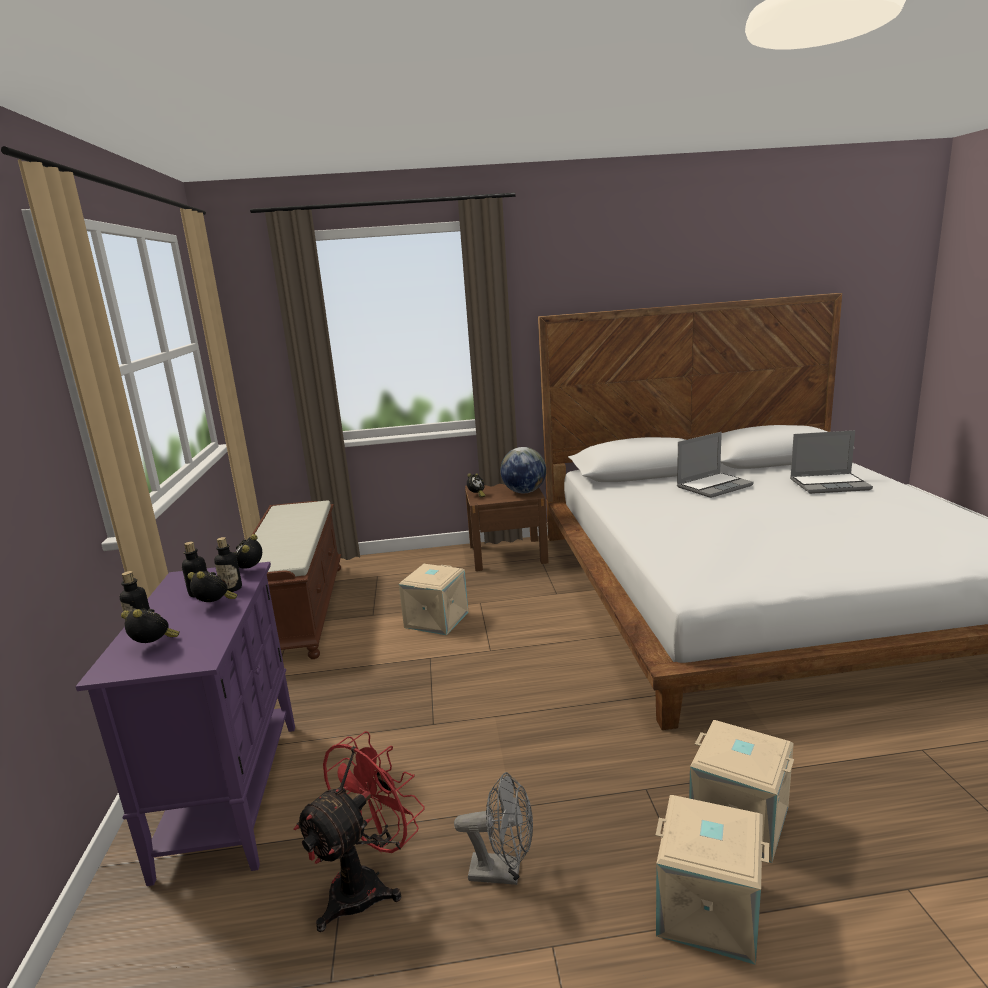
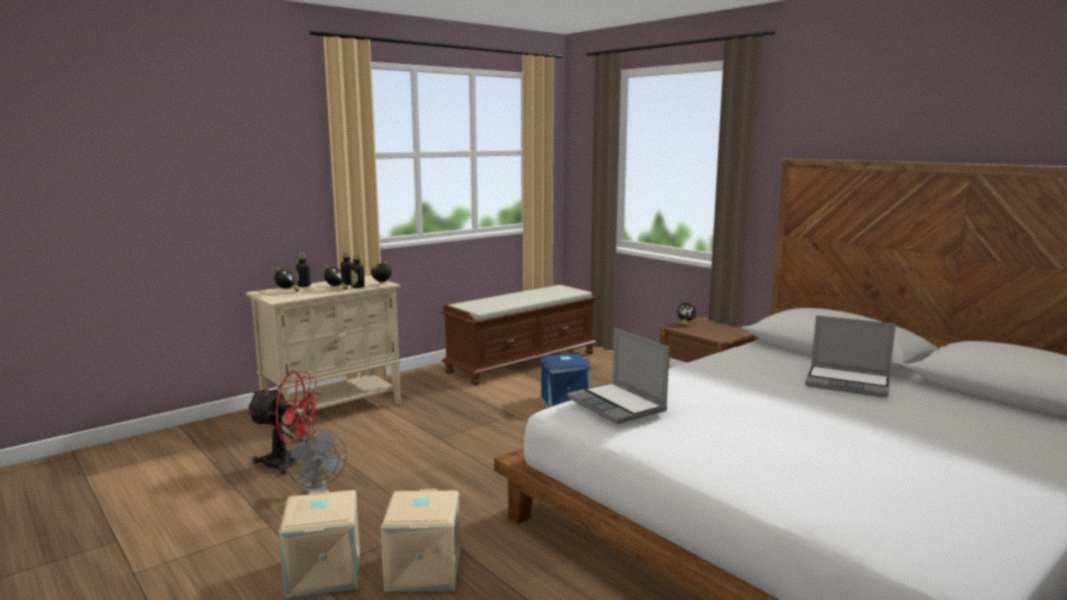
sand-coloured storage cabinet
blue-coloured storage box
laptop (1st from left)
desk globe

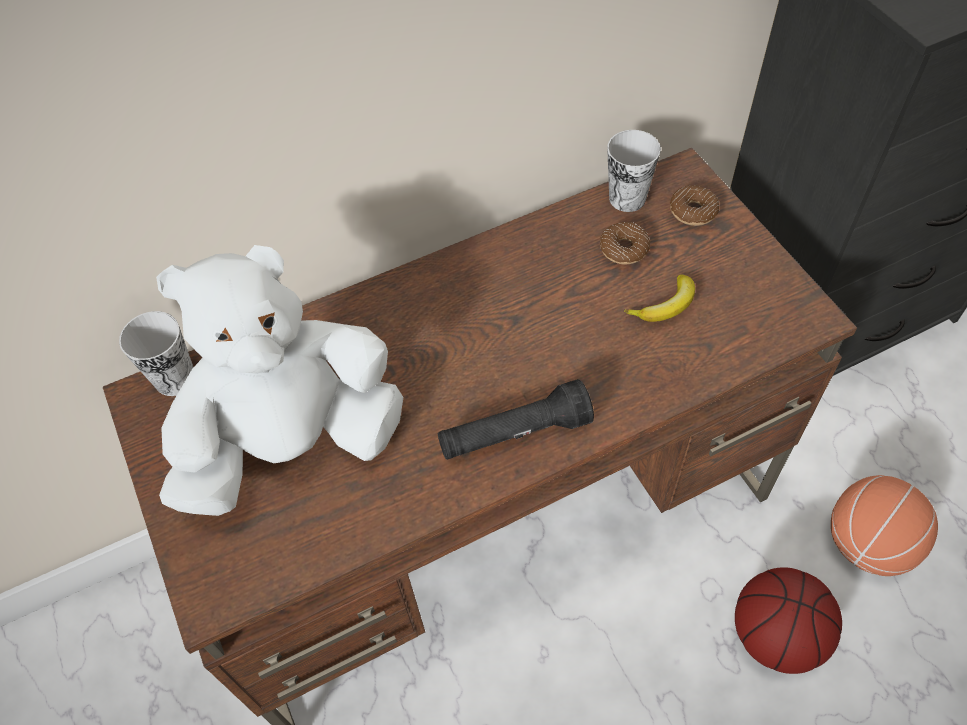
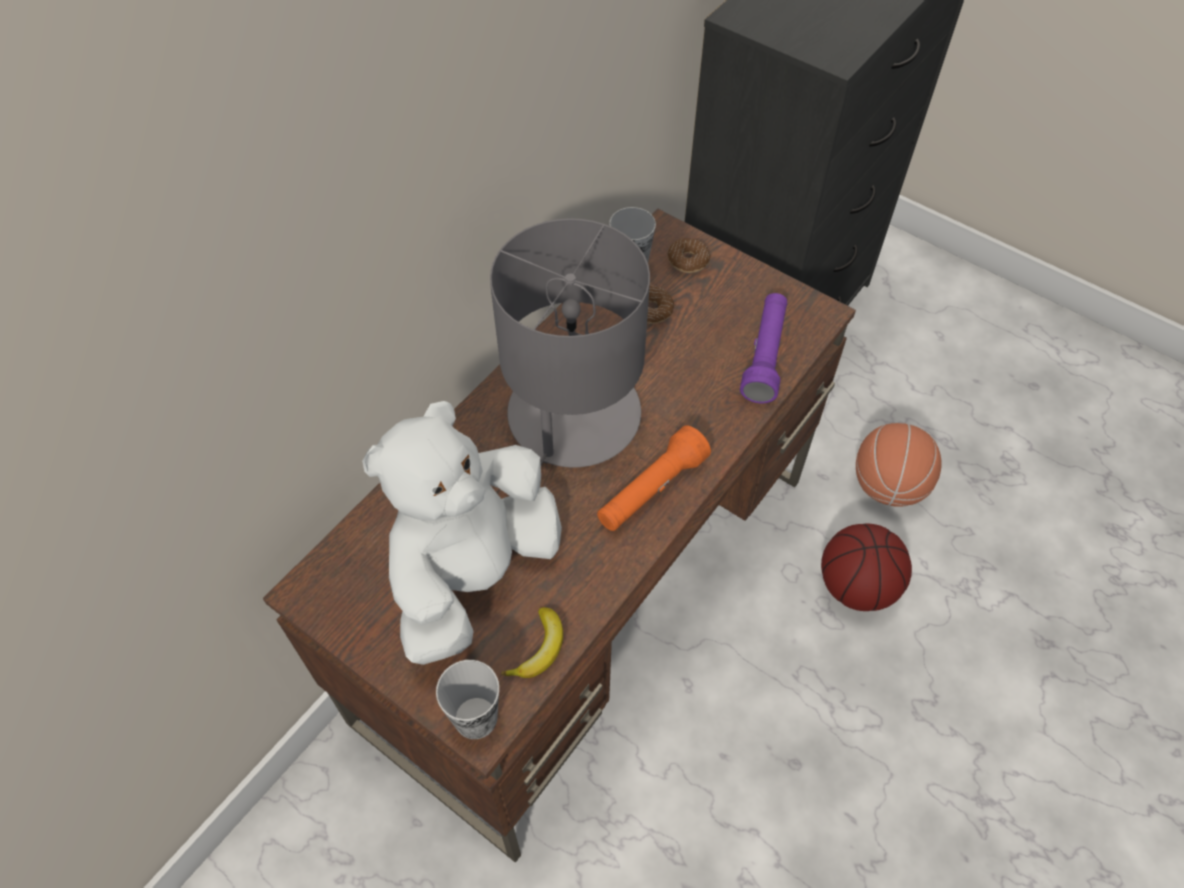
cup (1st from left)
grey lamp for a table
banana
orange flashlight
purple flashlight

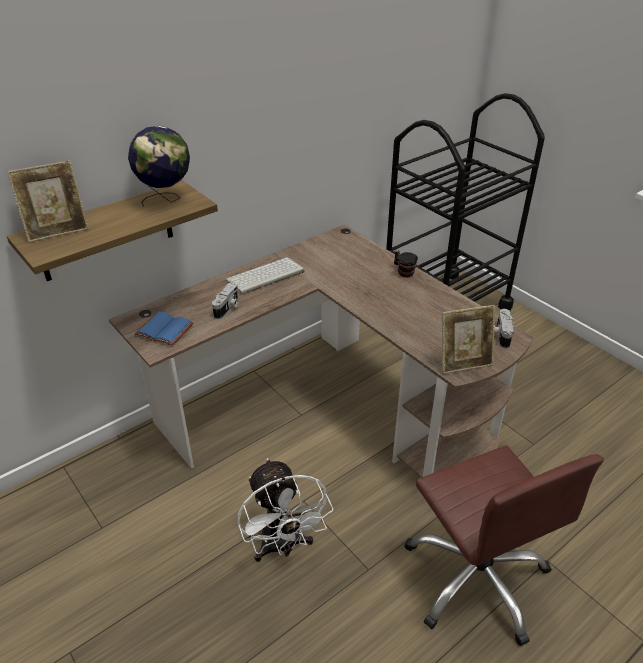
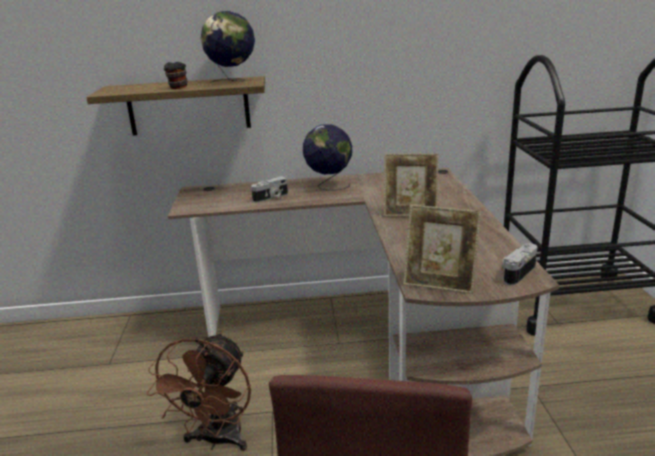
brown fan
mug
desk globe (2nd from left)
picture frame (1st from left)
blue-coloured book

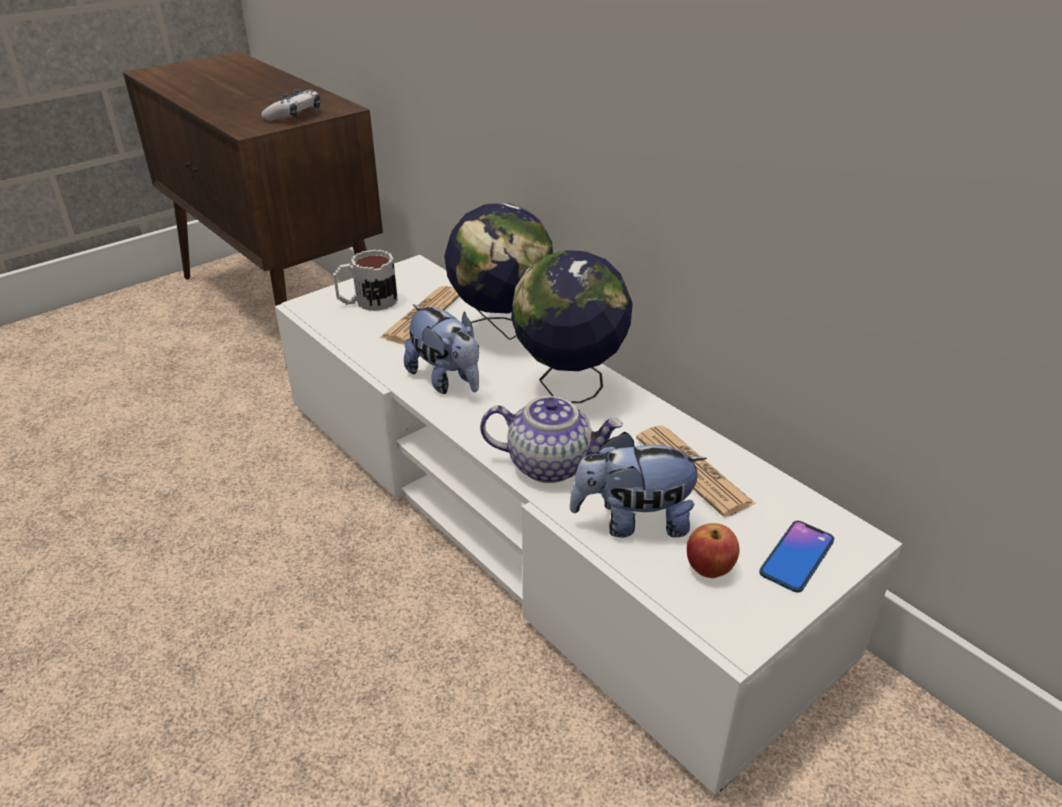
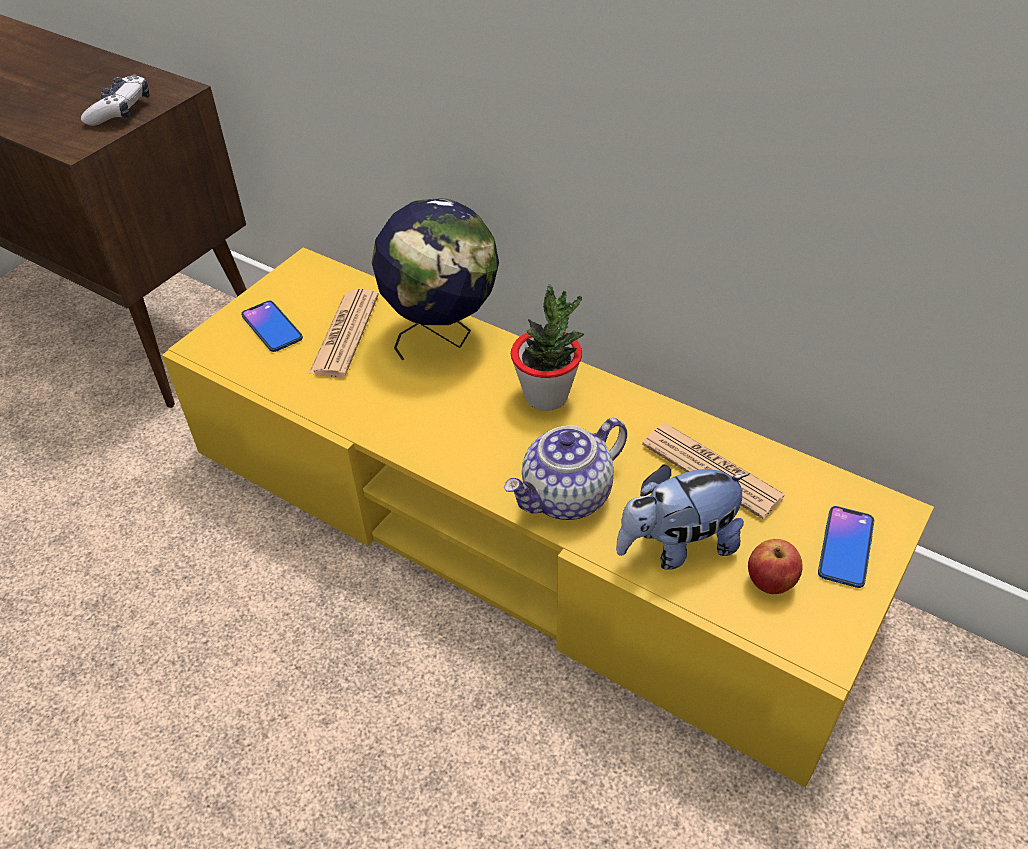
yellowish media console
phone (1st from left)
teapot
plant in a pot
plush toy (1st from left in the first image)

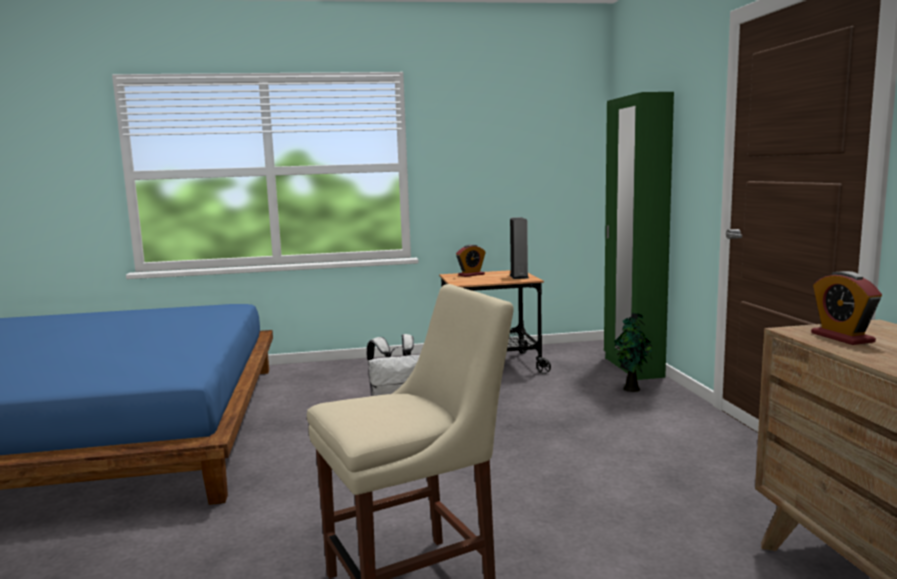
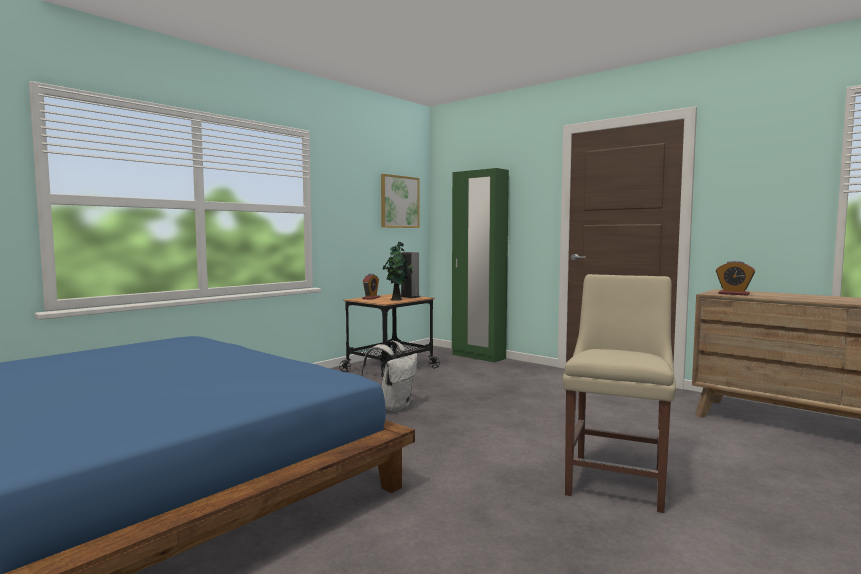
picture
plant in a pot

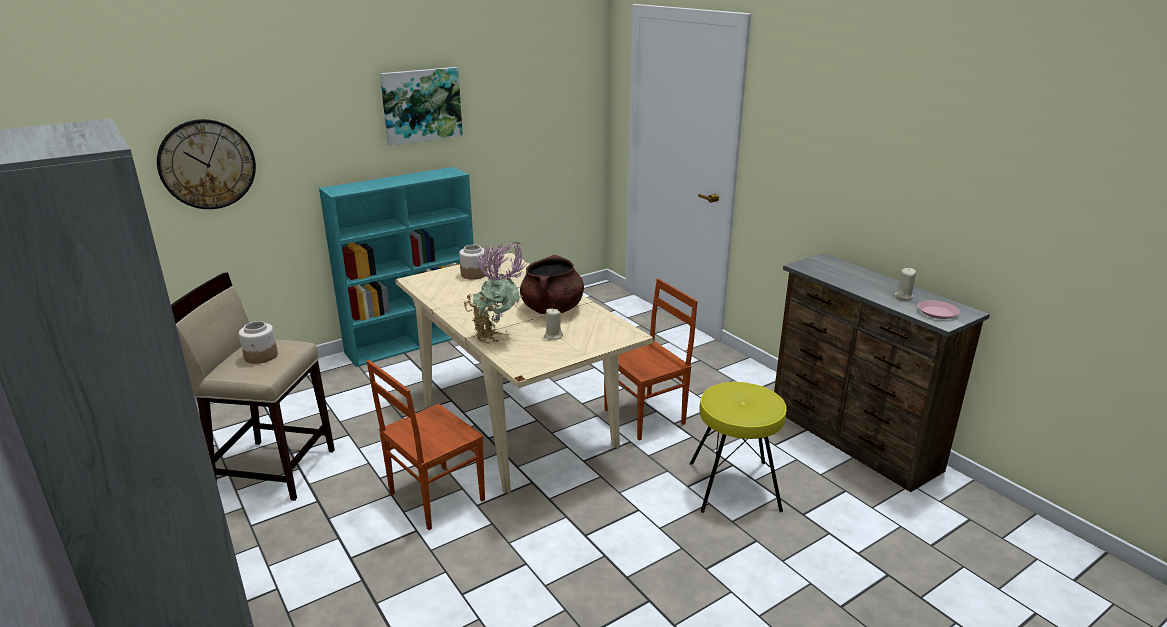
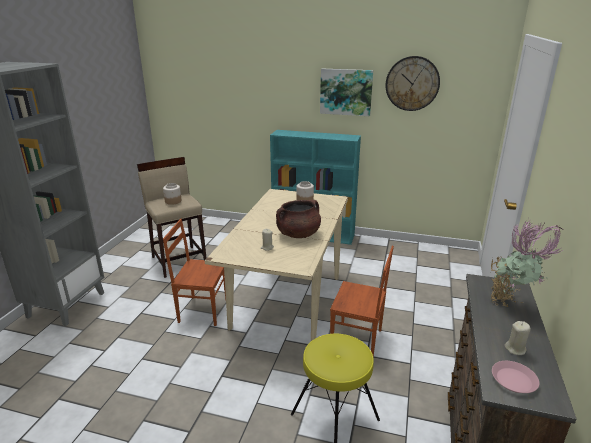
clock on the wall
plant in a pot

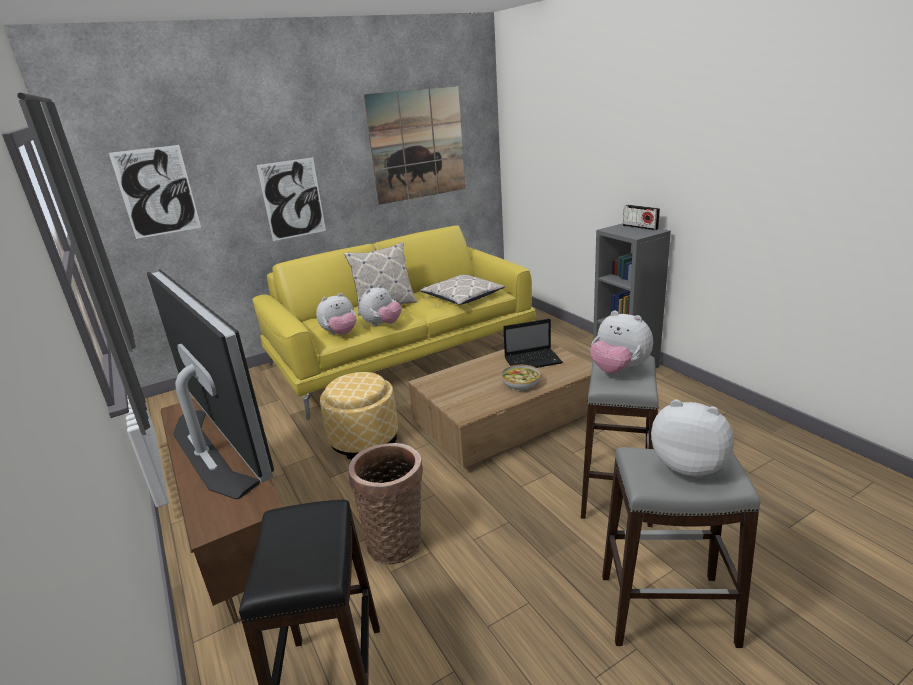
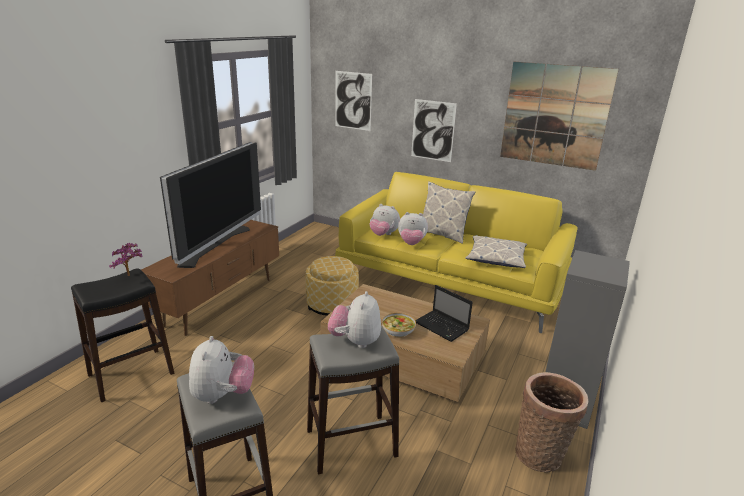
plant in a pot
household basket
radio

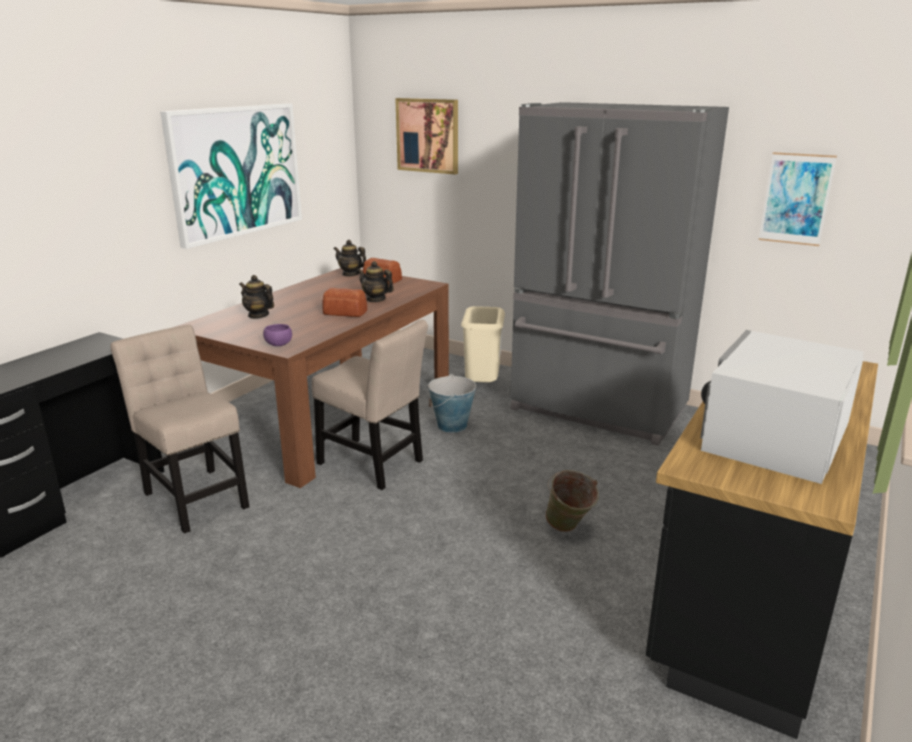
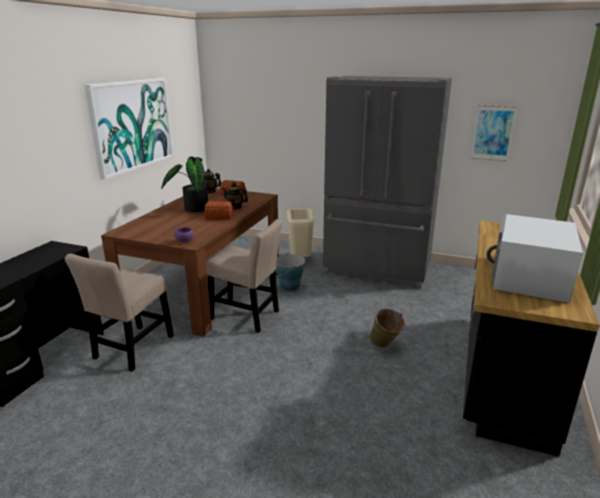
sand-coloured upright chair (1st from left)
plant in a pot
teapot (1st from left in the first image)
picture (2nd from left in the first image)

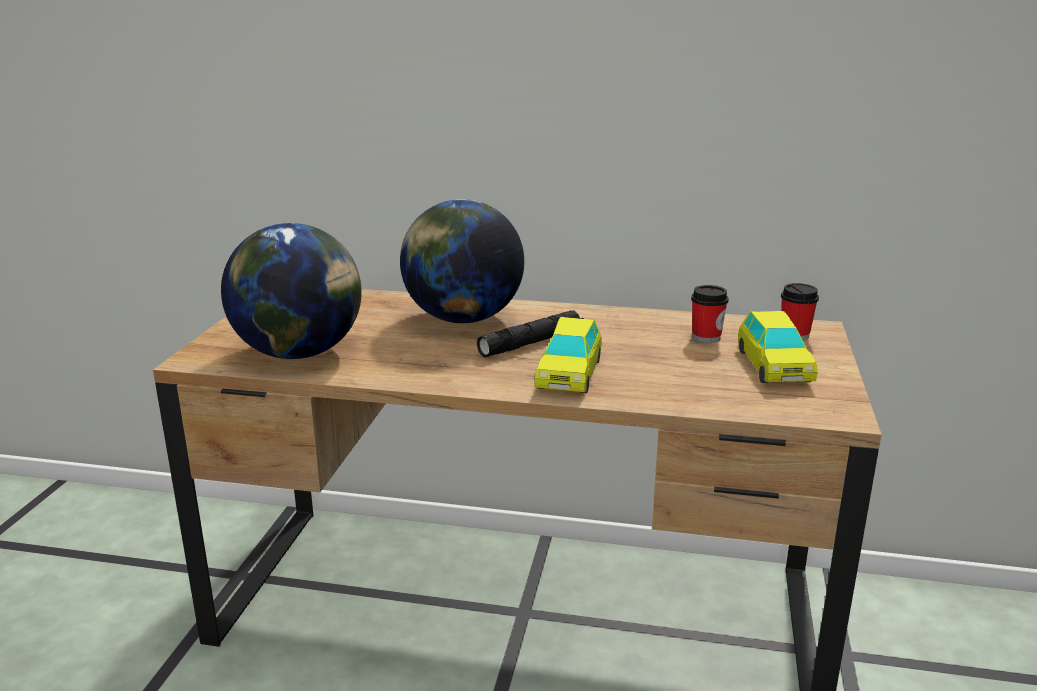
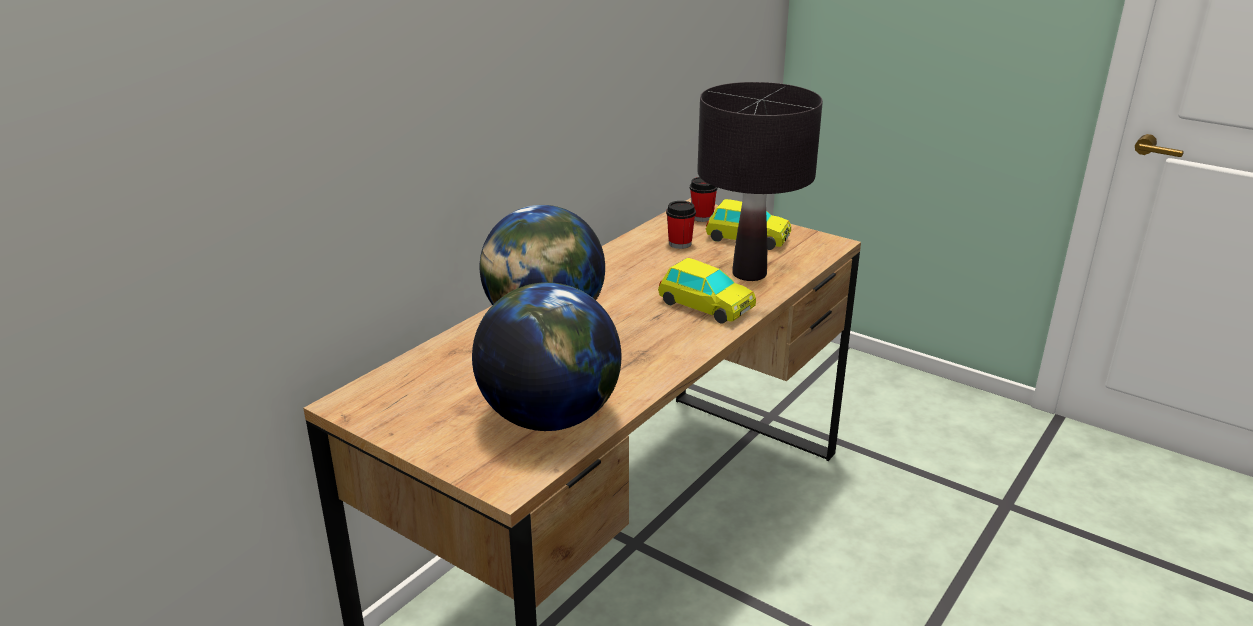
blackish lamp for a table
blackish flashlight

